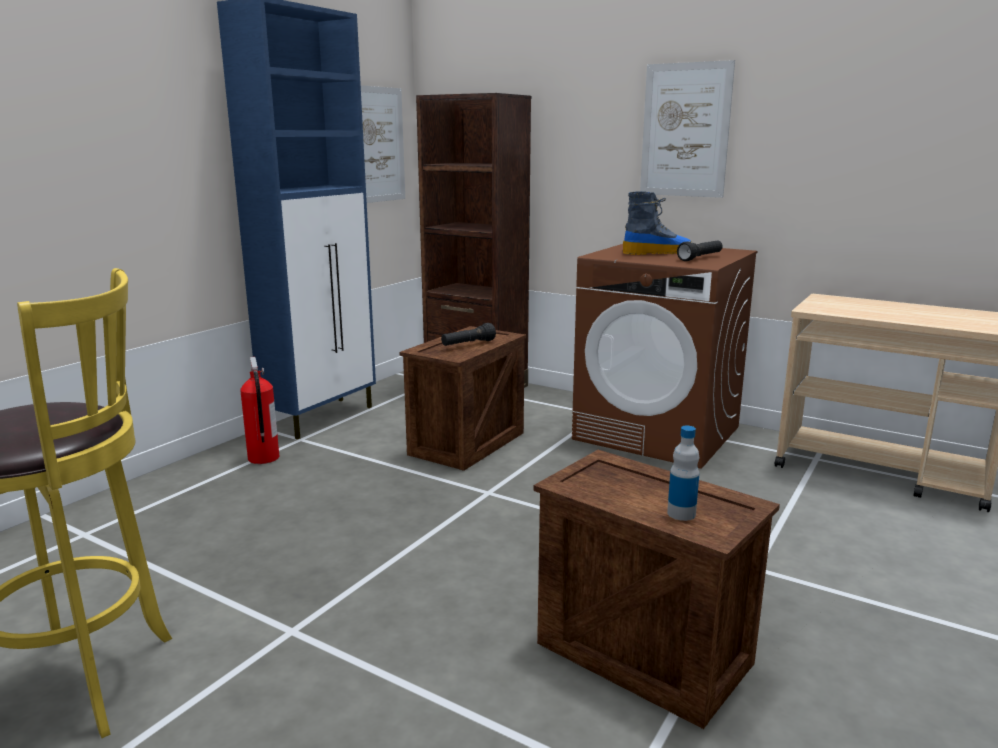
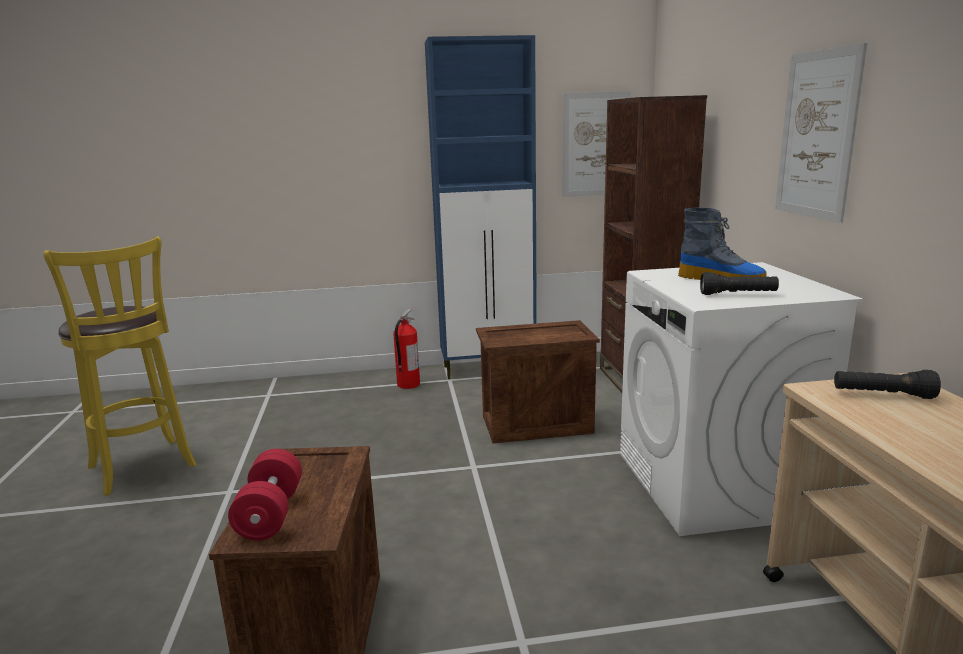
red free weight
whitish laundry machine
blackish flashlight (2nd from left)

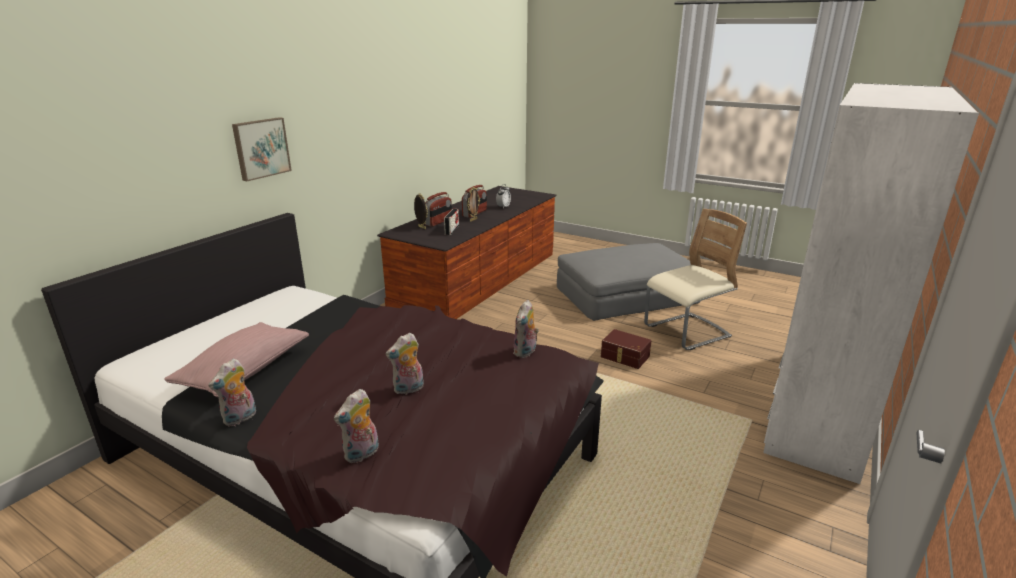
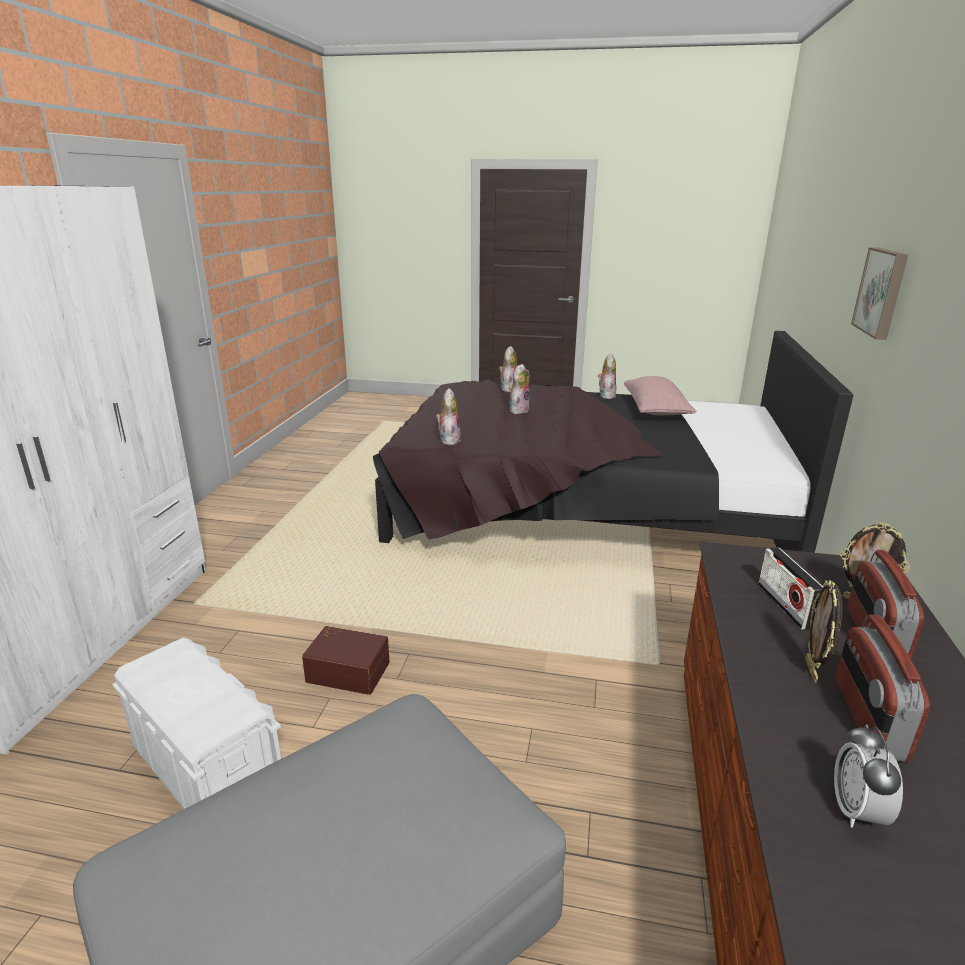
whitish storage box

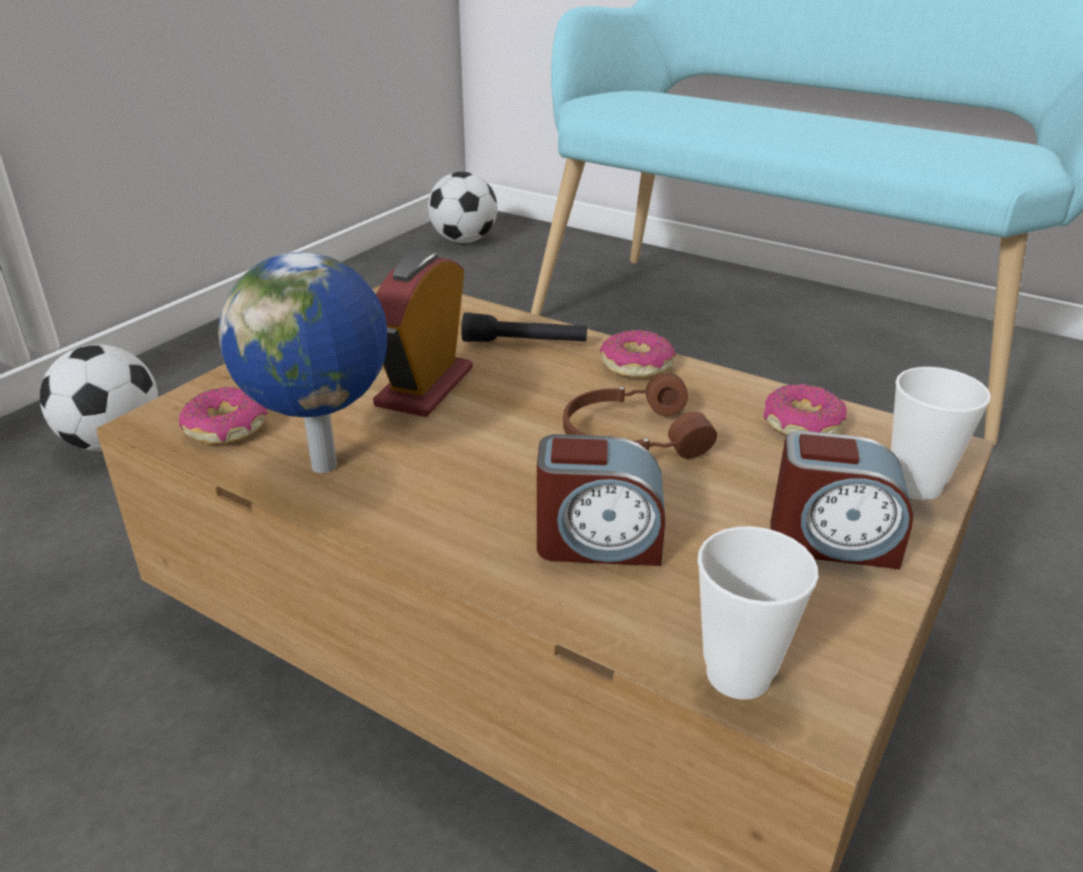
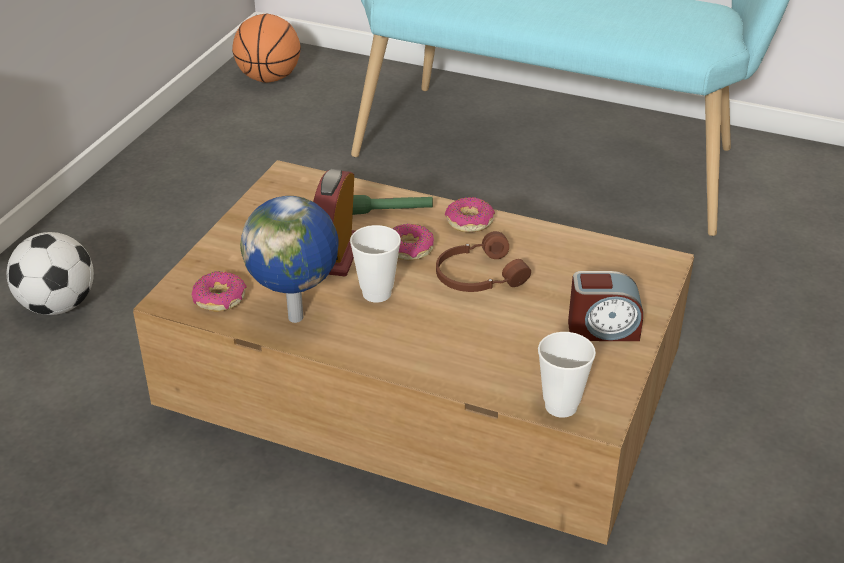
ball for basketball
cup (1st from left)
green flashlight
doughnut (2nd from left)
alarm clock (2nd from left in the first image)

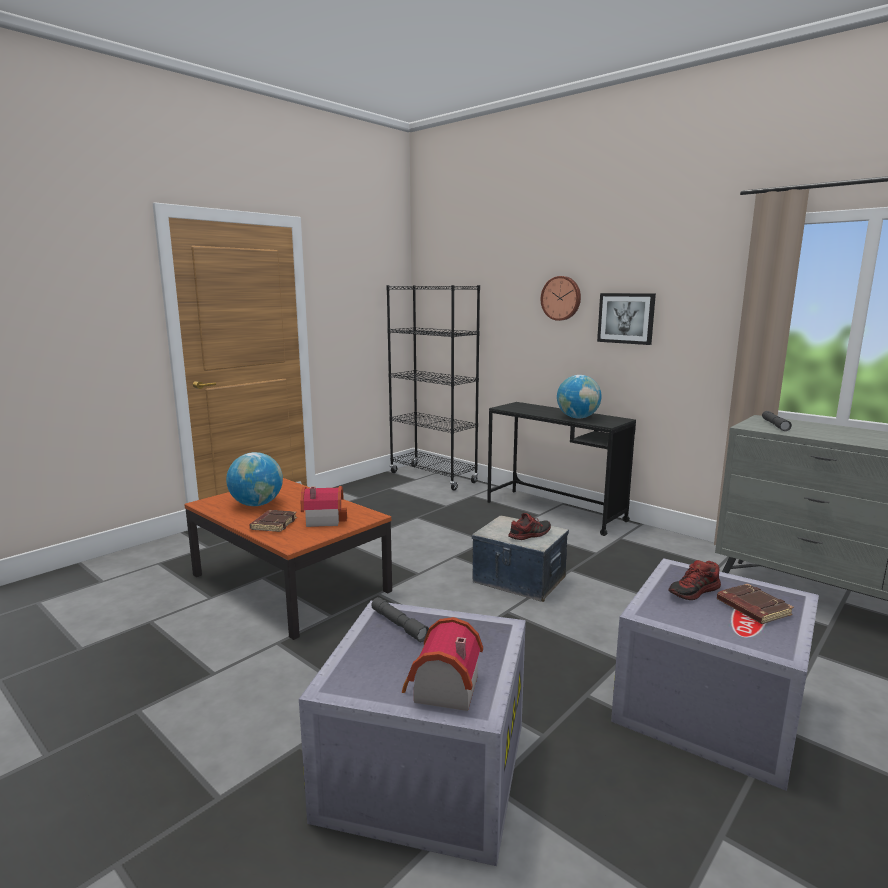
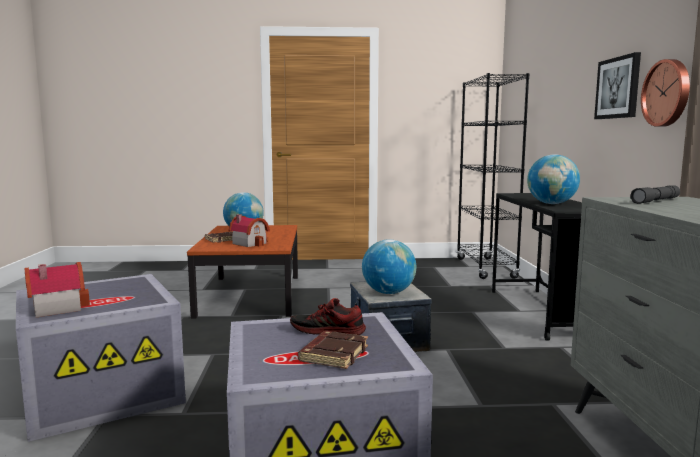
desk globe (2nd from left)
clock on the wall
grey flashlight (1st from left in the first image)

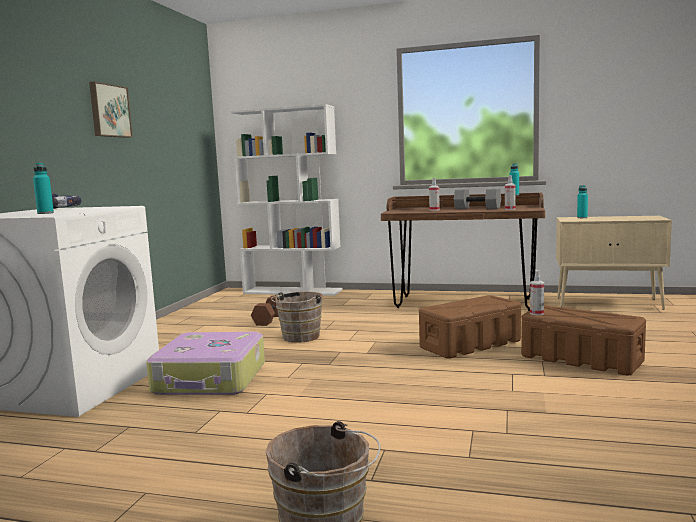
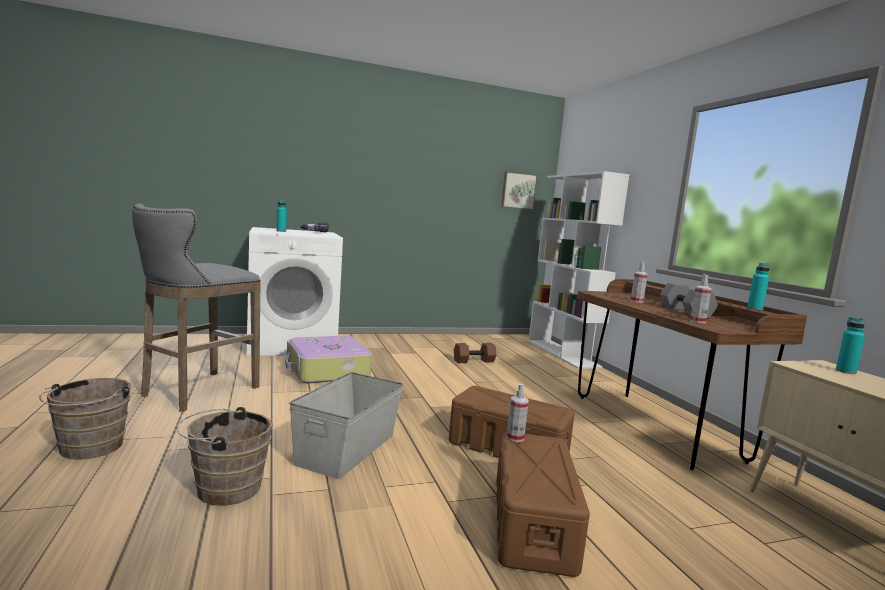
grey stool
brown bucket (2nd from left)
grey storage box
picture

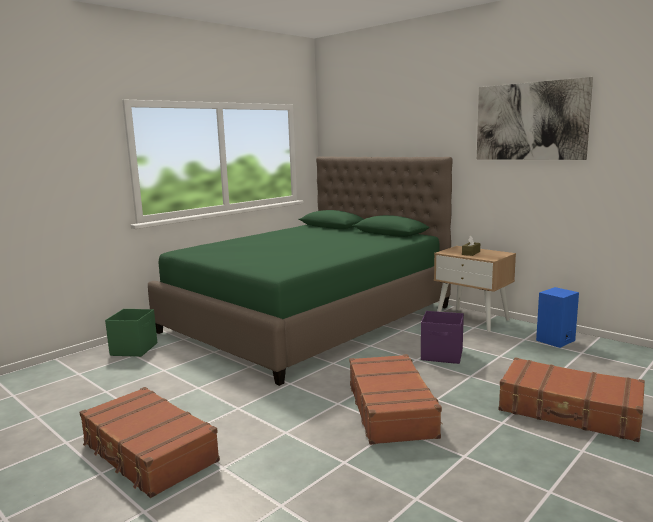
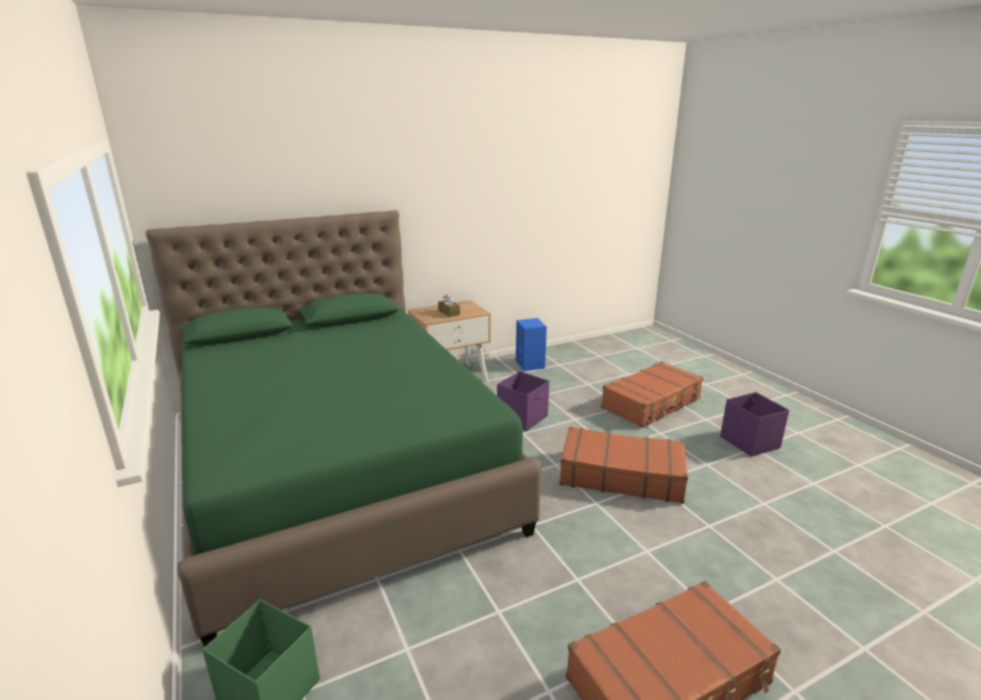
purple storage box (2nd from left)
picture

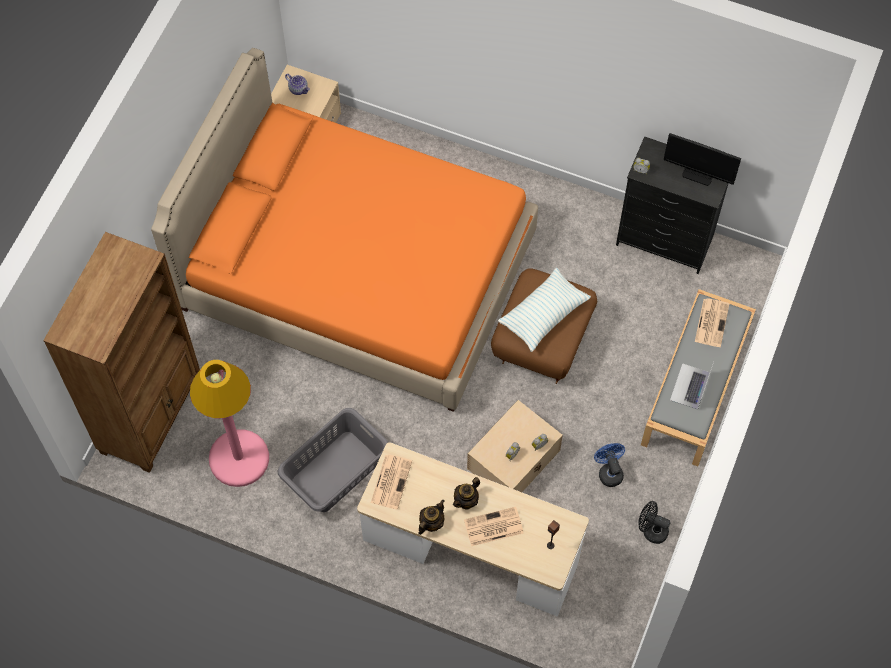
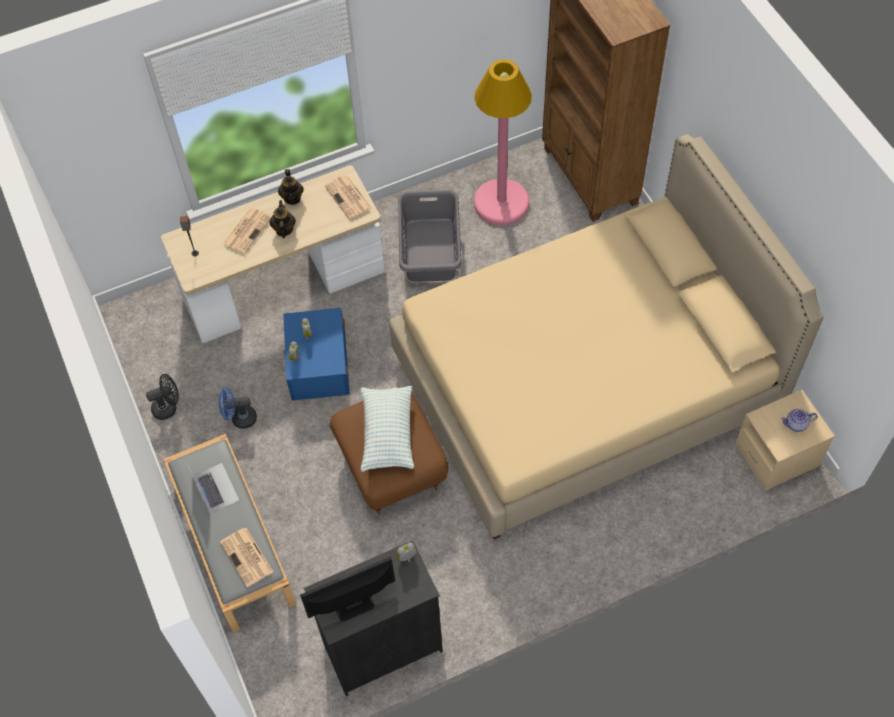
blue-coloured fan
blue-coloured storage box
sand-coloured bedroom bed

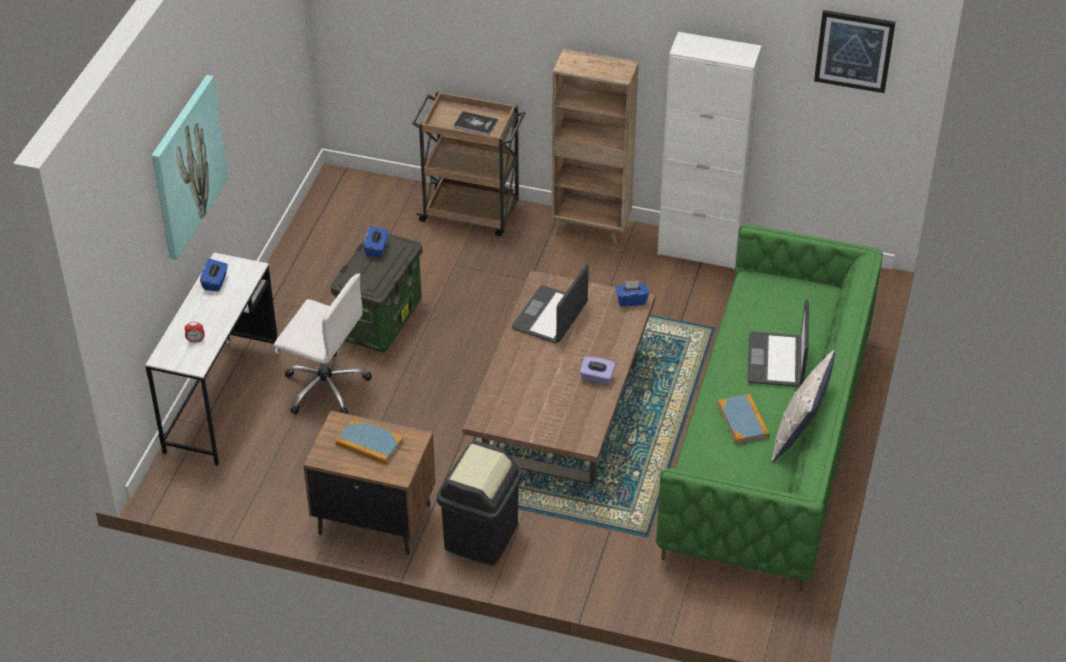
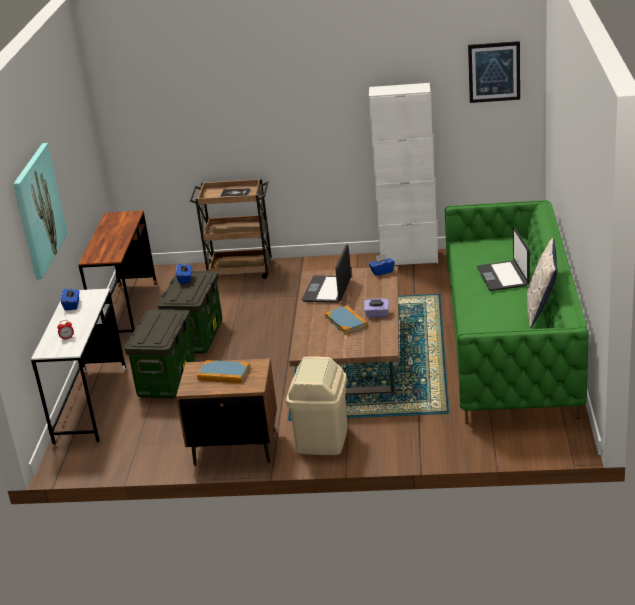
brown desk table
storage box (1st from left)
sand-coloured trash can
book (3rd from left)
brown shelving unit

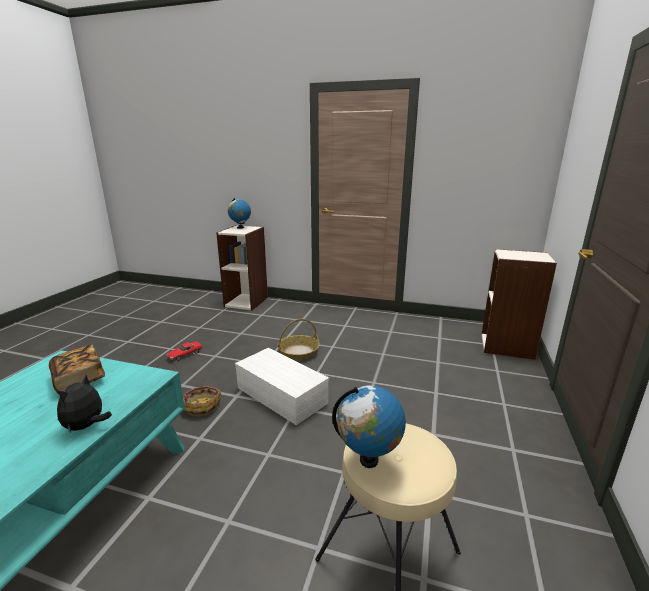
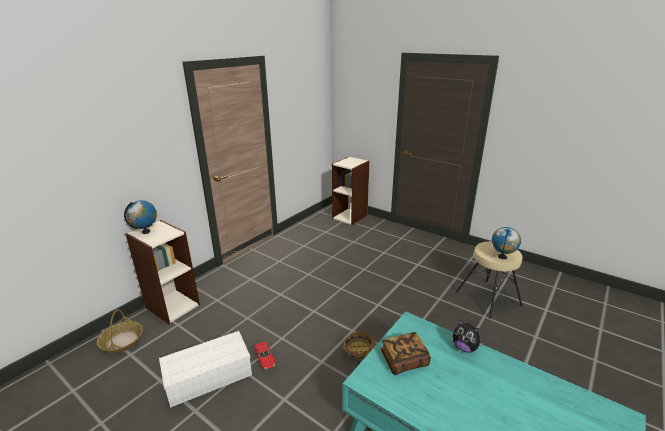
household basket (1st from left)
whitish storage box

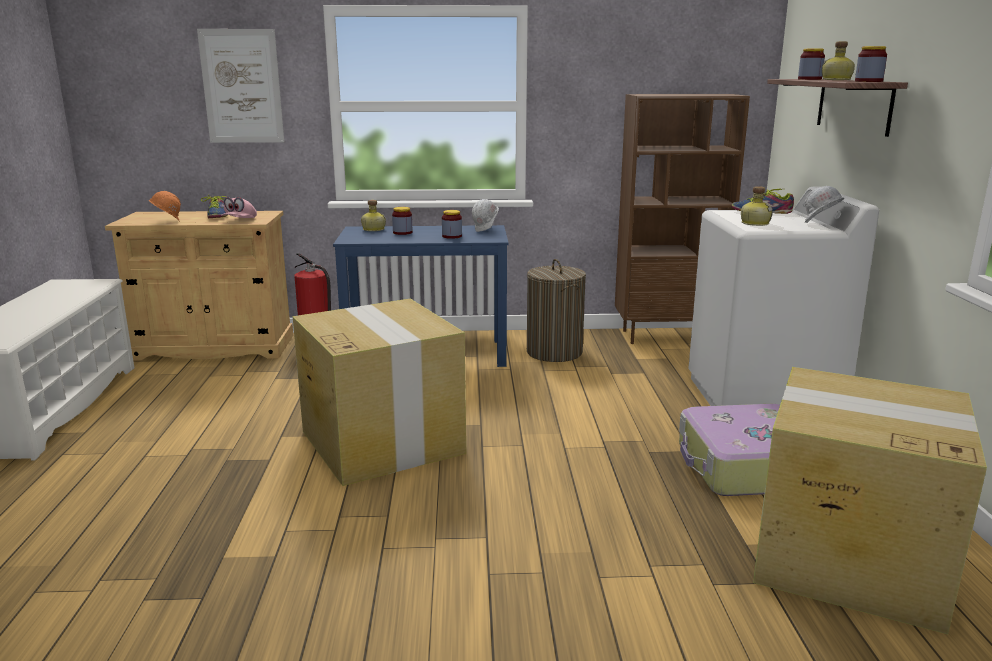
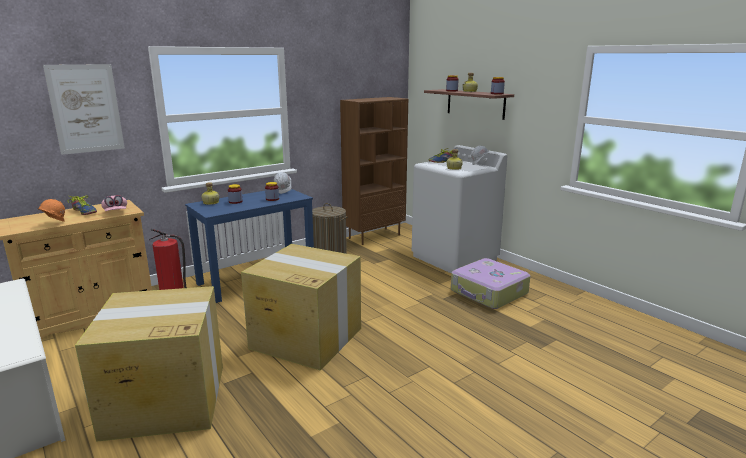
carton (1st from left)

